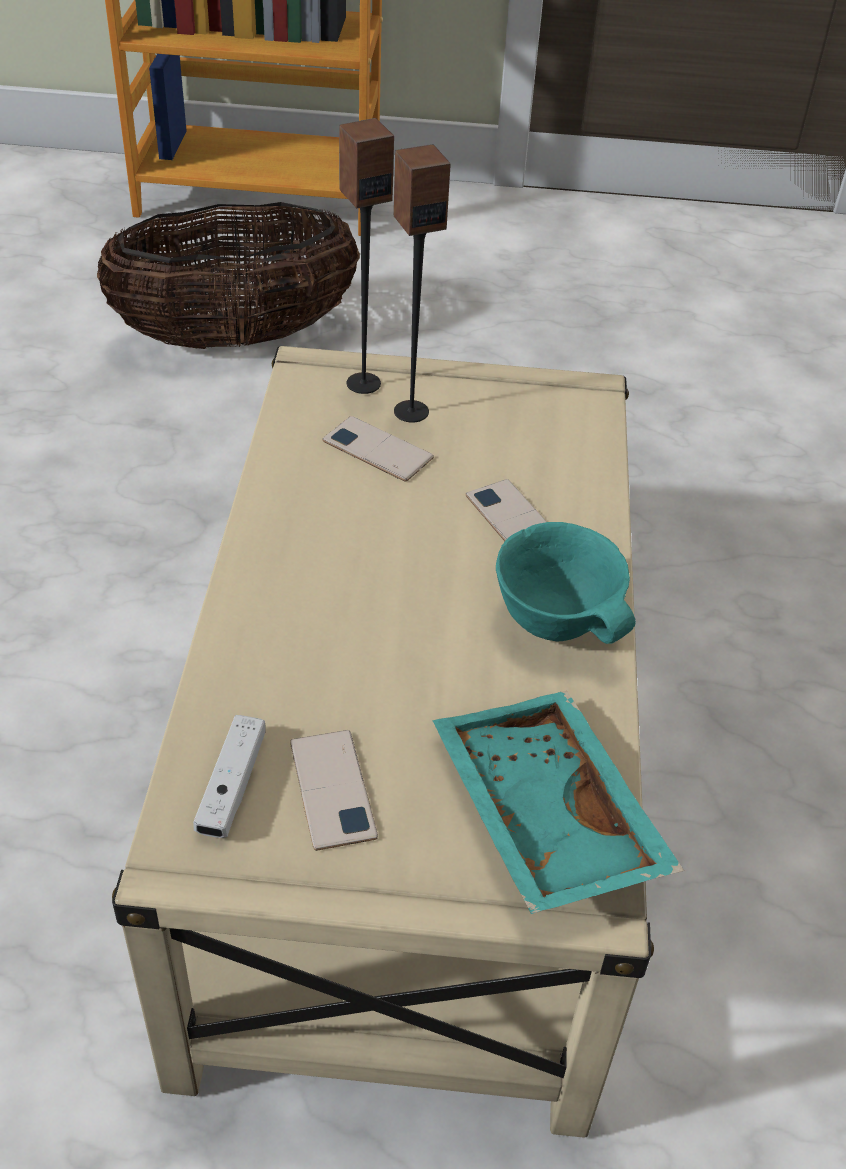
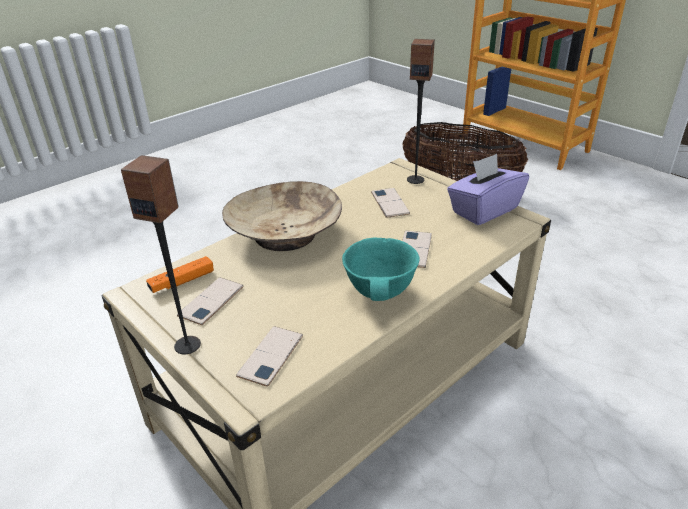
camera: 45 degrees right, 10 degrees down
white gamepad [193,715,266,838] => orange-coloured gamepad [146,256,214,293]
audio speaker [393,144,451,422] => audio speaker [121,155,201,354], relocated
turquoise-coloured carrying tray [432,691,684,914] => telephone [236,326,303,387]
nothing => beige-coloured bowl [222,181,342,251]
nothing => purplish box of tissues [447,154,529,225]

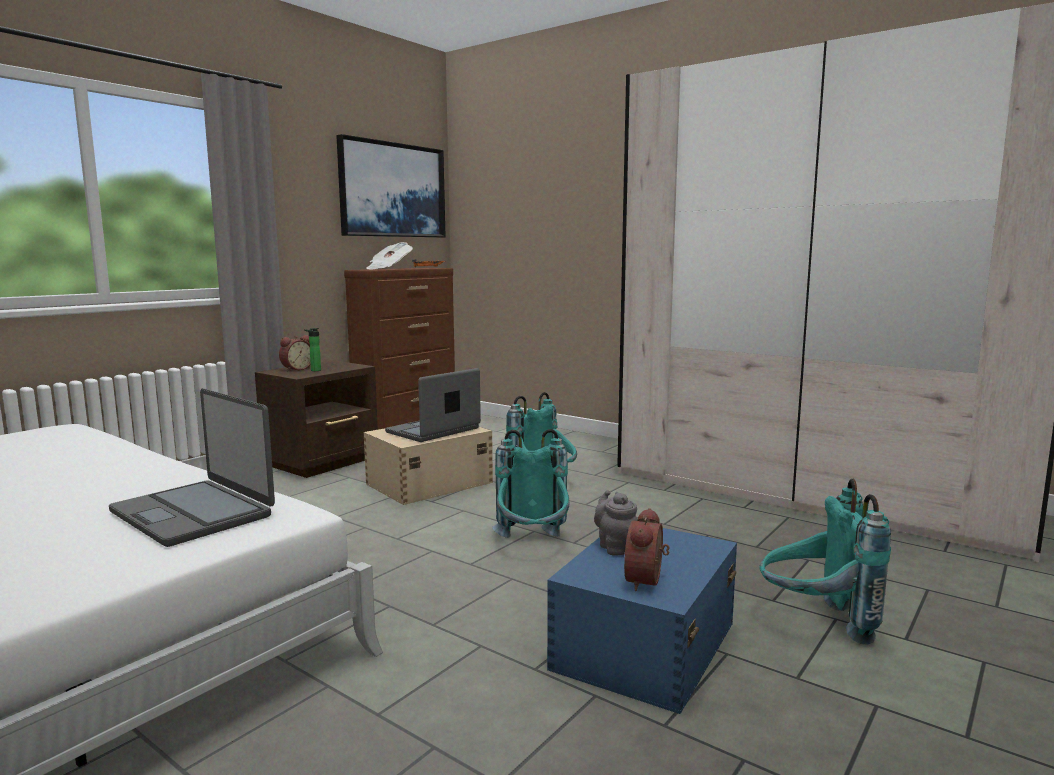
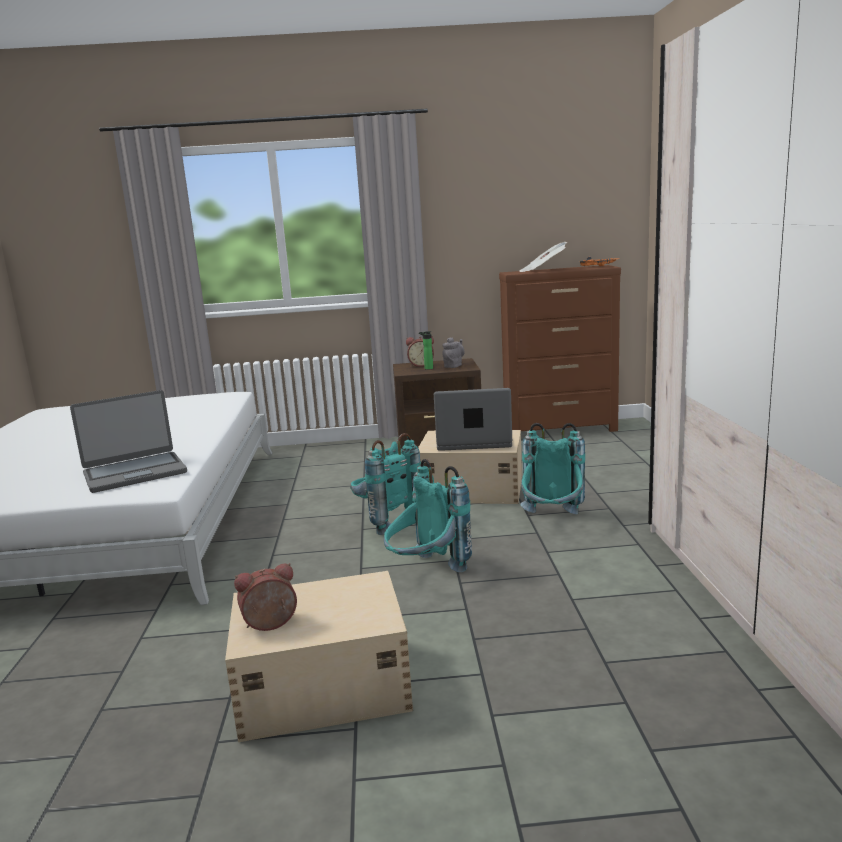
camera: 50 degrees right, 5 degrees up
portable computer [109,388,275,547] => portable computer [70,390,187,493], 120 degrees counterclockwise
wall picture [336,134,446,238] => nothing
bluish storage container [547,528,737,714] => beige-coloured storage container [225,571,413,742]
greyish tea pot [594,490,638,556] => greyish tea pot [442,337,464,368], relocated
turquoise-coloured knapsack [759,479,891,645] => turquoise-coloured knapsack [350,433,421,535], relocated

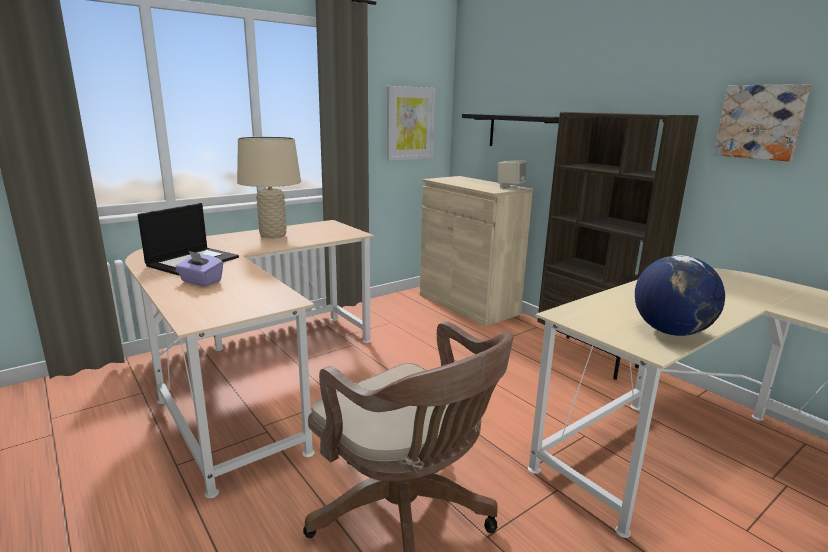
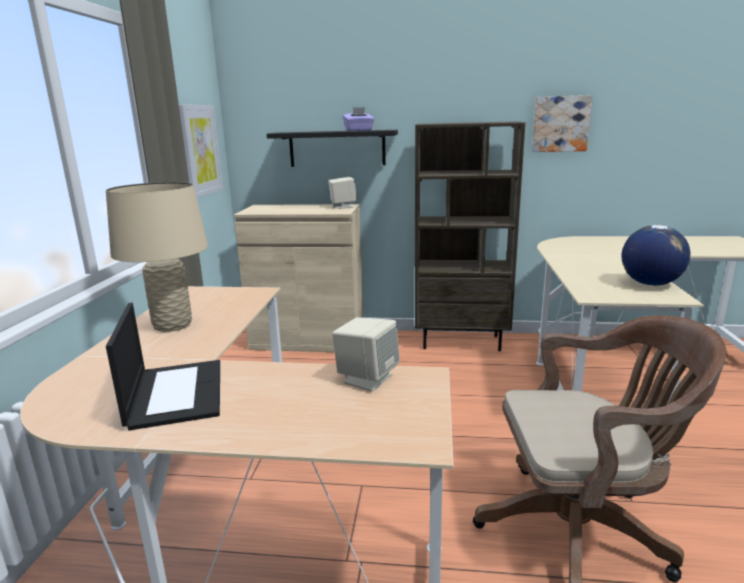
camera: 45 degrees left, 0 degrees up
purplish box of tissues [175,251,223,286] => purplish box of tissues [343,107,374,131], relocated
nothing => beige-coloured audio speaker [332,317,400,391]

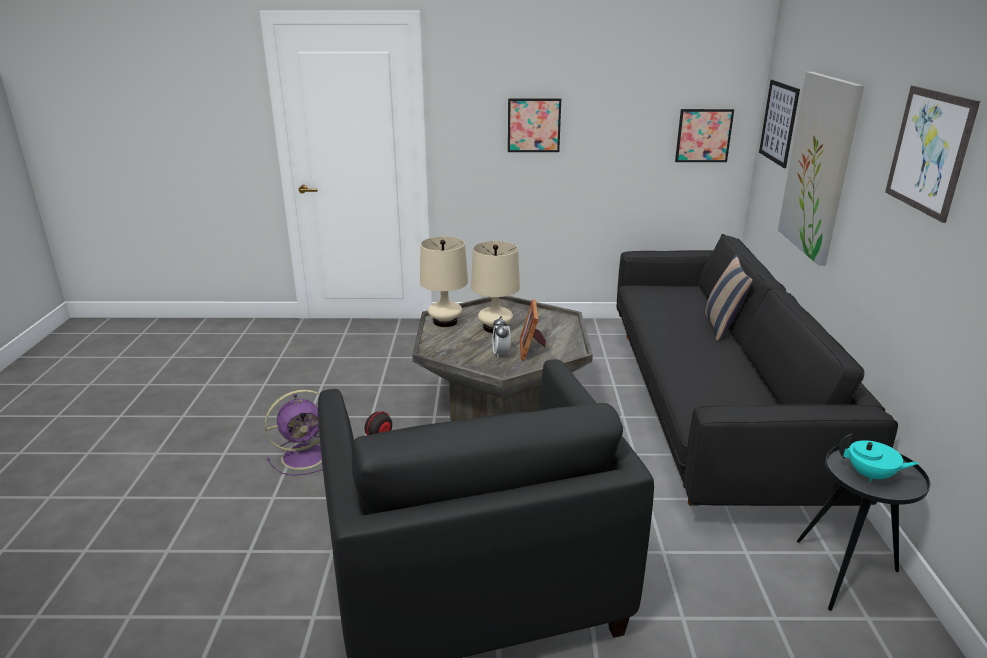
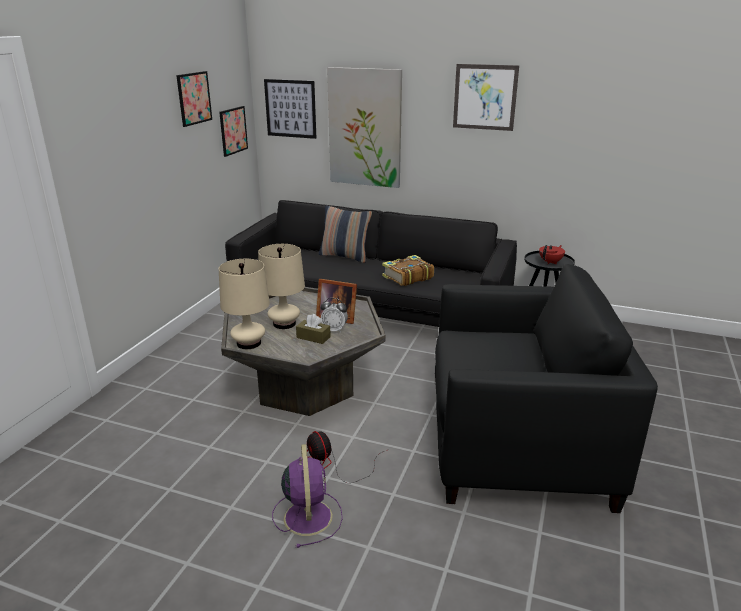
camera: 70 degrees left, 0 degrees up
wall picture [508,98,561,152] => wall picture [176,71,212,127], relocated
turquoise-coloured tea pot [839,434,919,483] => reddish tea pot [539,245,565,264]
nothing => brown box of tissues [296,314,331,344]
nothing => volume [382,255,434,286]

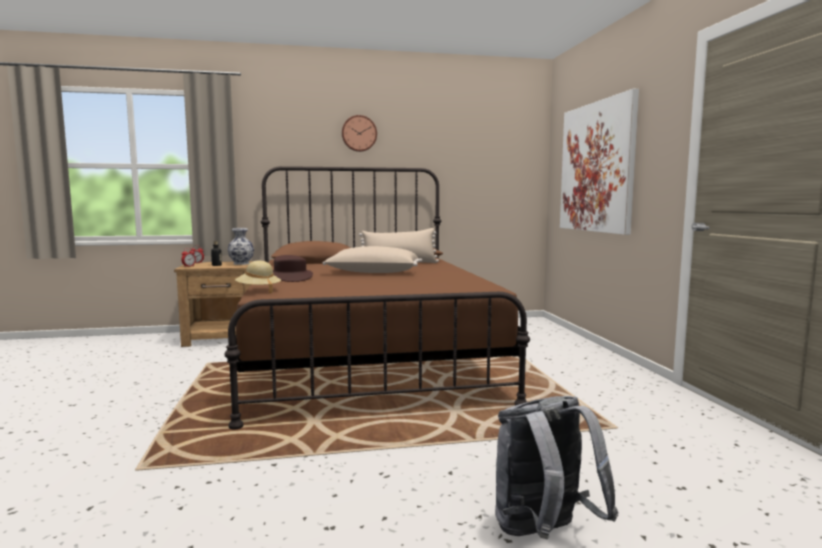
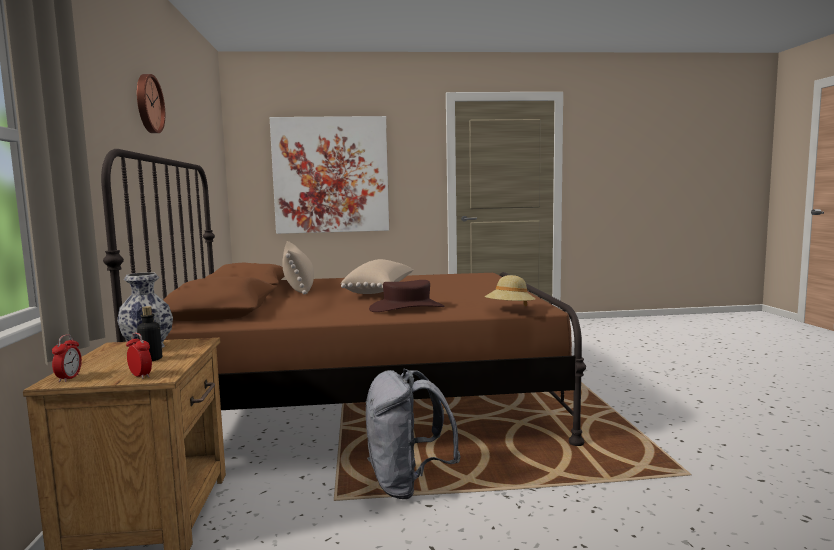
camera: 85 degrees left, 0 degrees up
greyish knapsack [495,396,619,539] => greyish knapsack [366,368,461,499], relocated

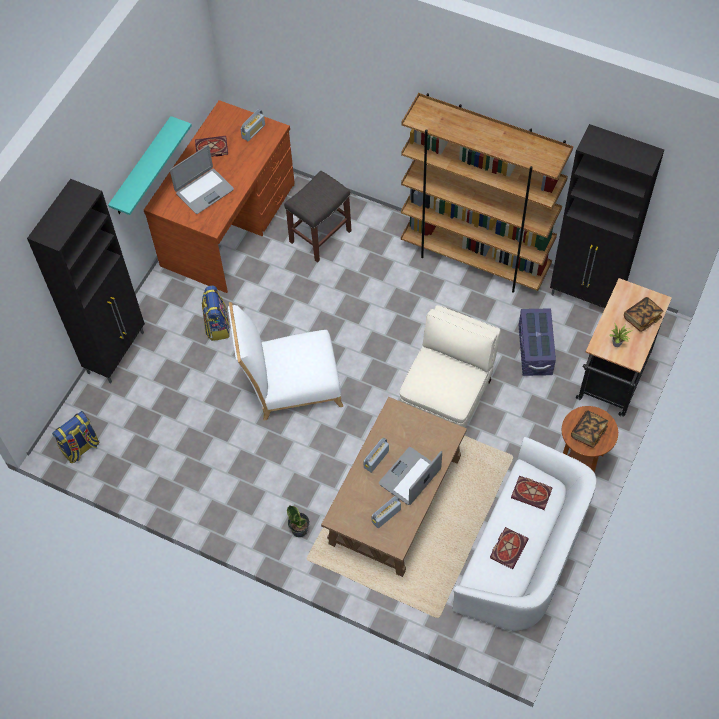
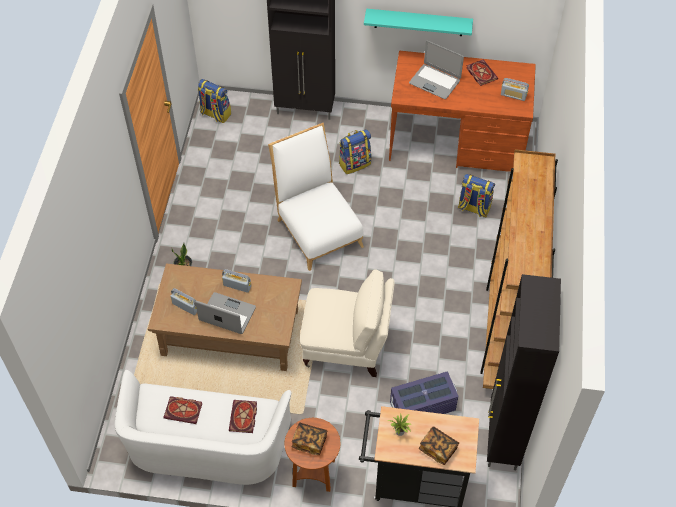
camera: 70 degrees right, 5 degrees down
greyish stool seat [284,171,352,263] => knapsack [458,174,495,217]

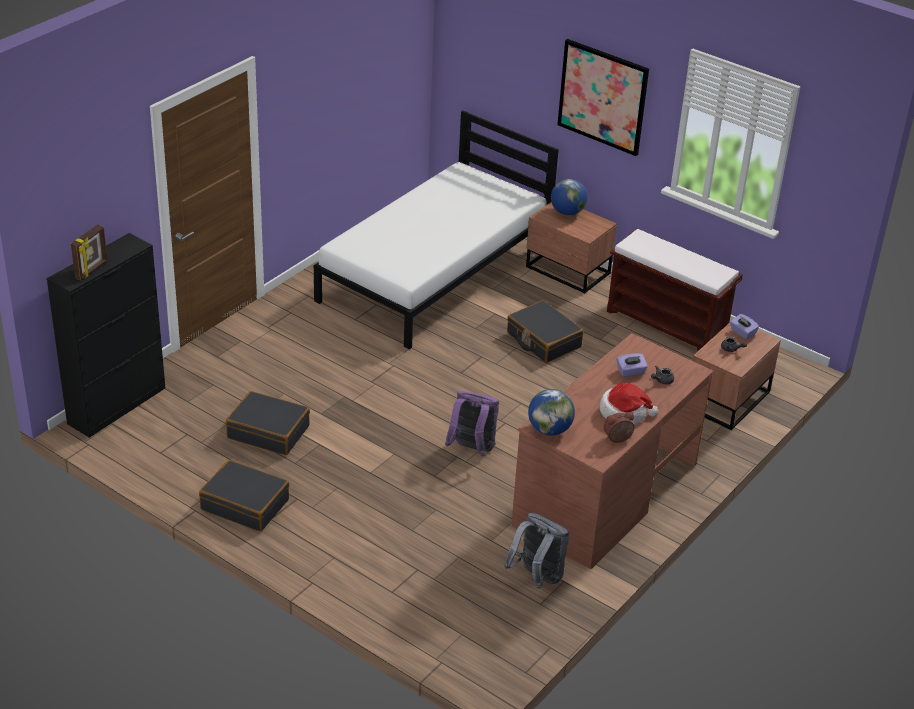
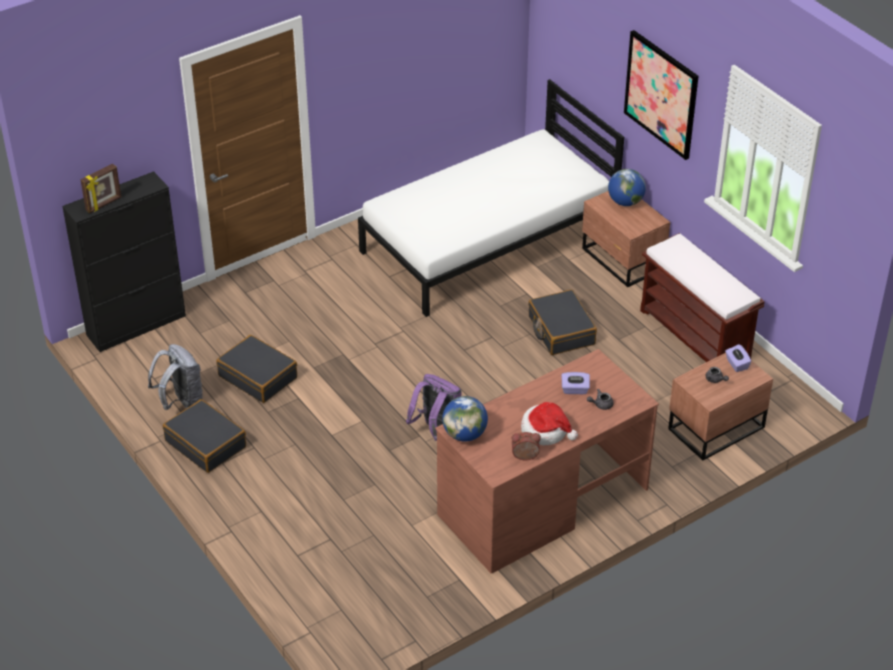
camera: 20 degrees right, 5 degrees up
greyish knapsack [504,513,570,589] => greyish knapsack [148,344,203,410], relocated

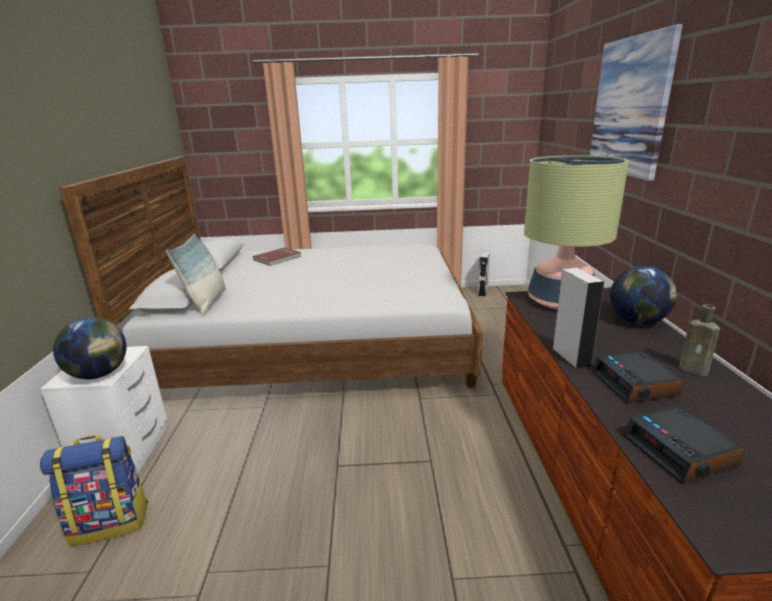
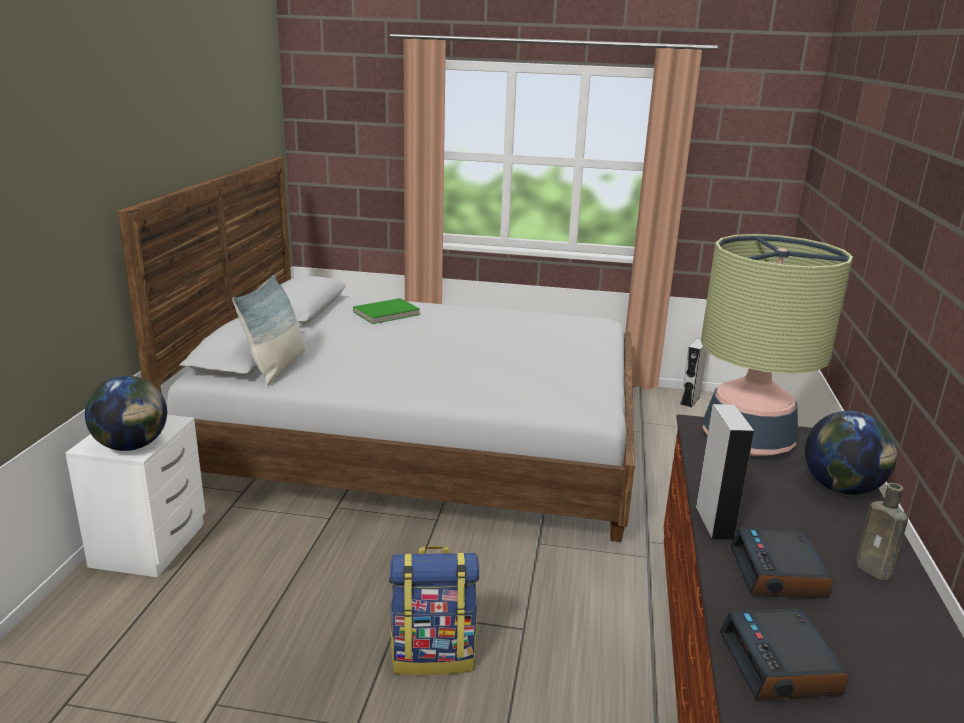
camera: 10 degrees right, 0 degrees up
knapsack [40,435,148,546] => knapsack [389,546,479,675], relocated
reddish volume [253,247,301,266] => green-coloured volume [353,298,420,324]
wall picture [590,24,683,181] => nothing

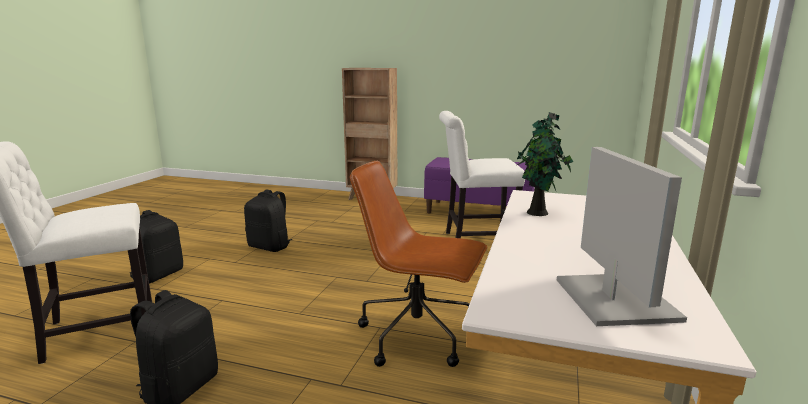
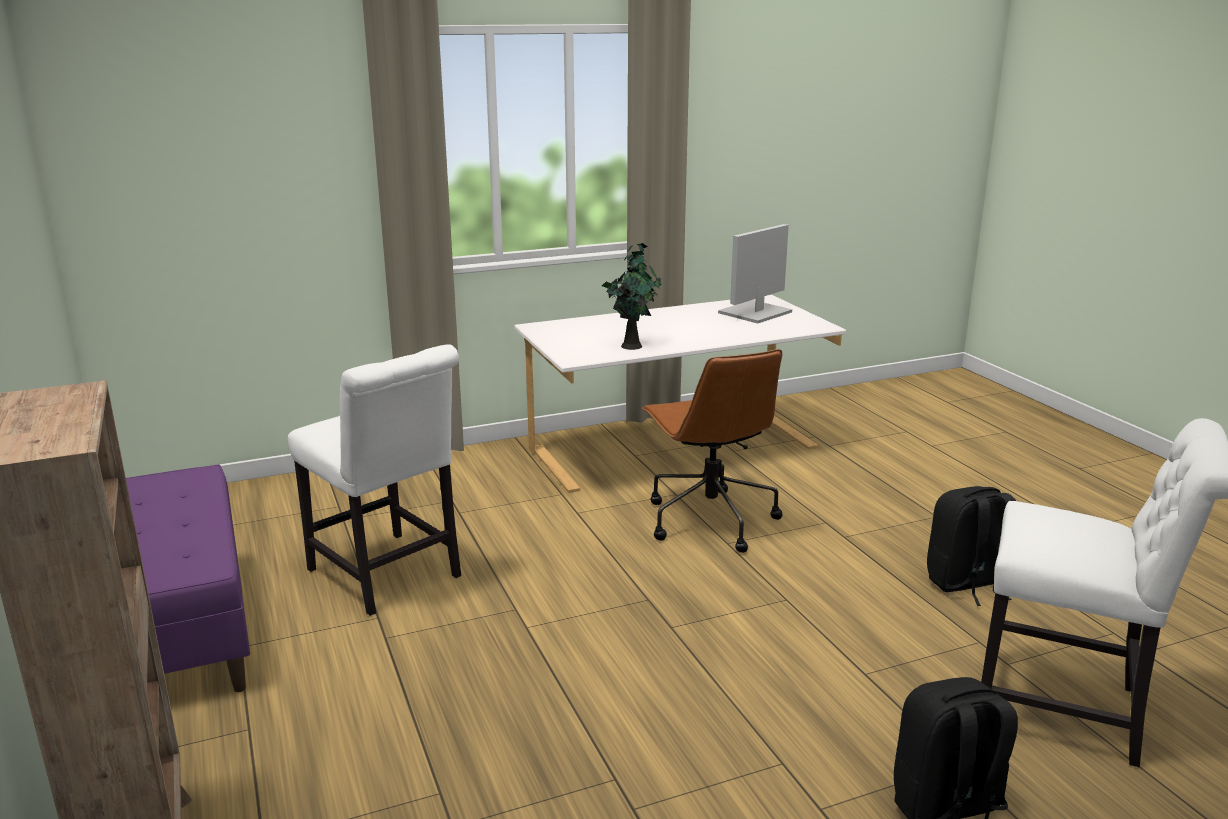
camera: 130 degrees left, 5 degrees up
black-coloured knapsack [244,190,293,252] => nothing

